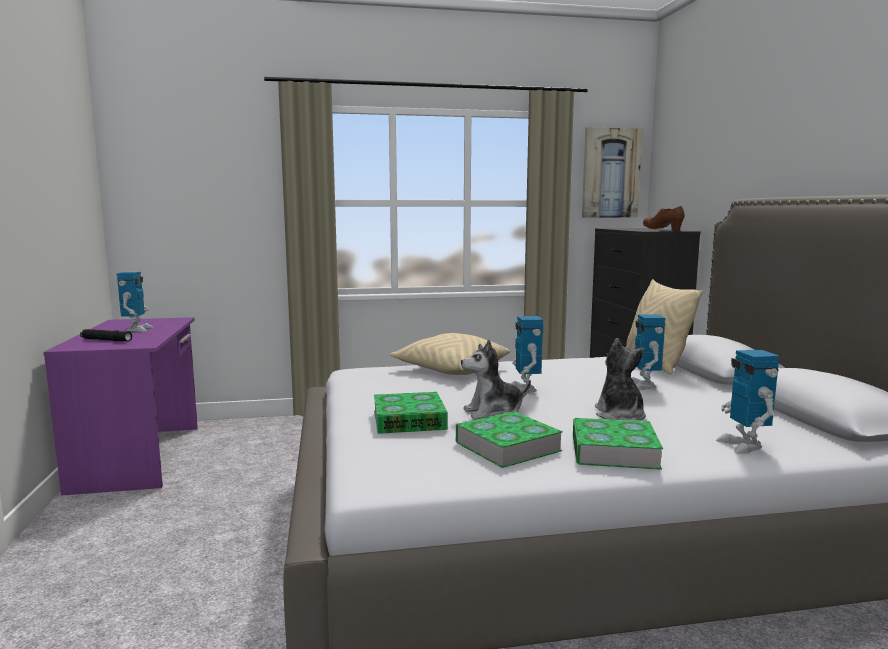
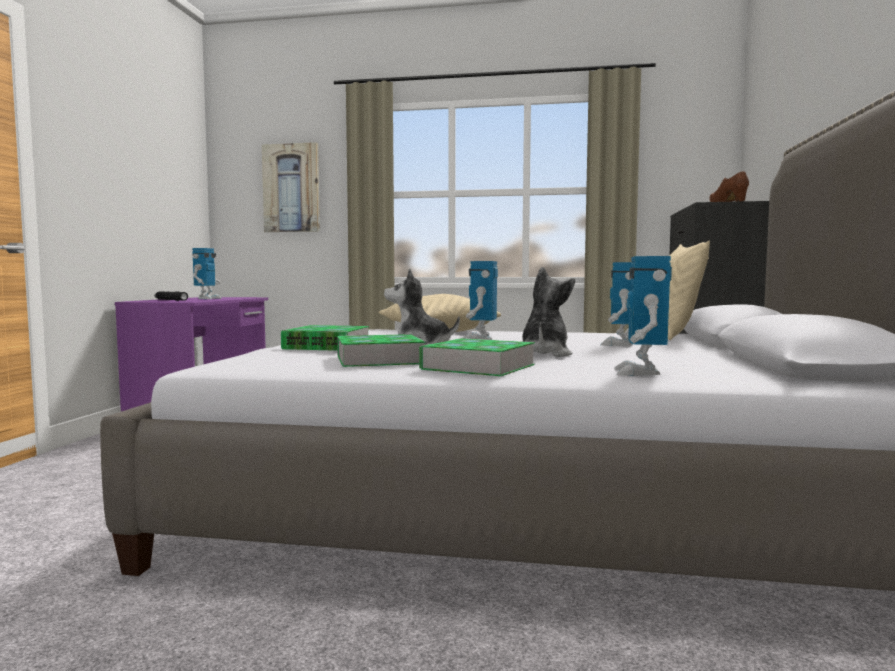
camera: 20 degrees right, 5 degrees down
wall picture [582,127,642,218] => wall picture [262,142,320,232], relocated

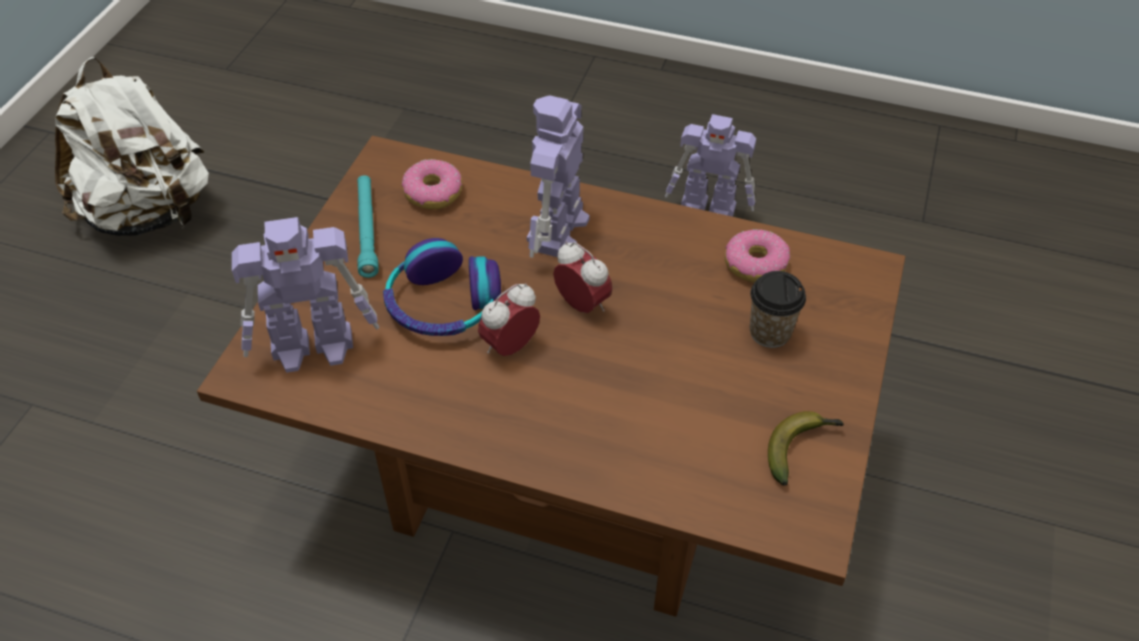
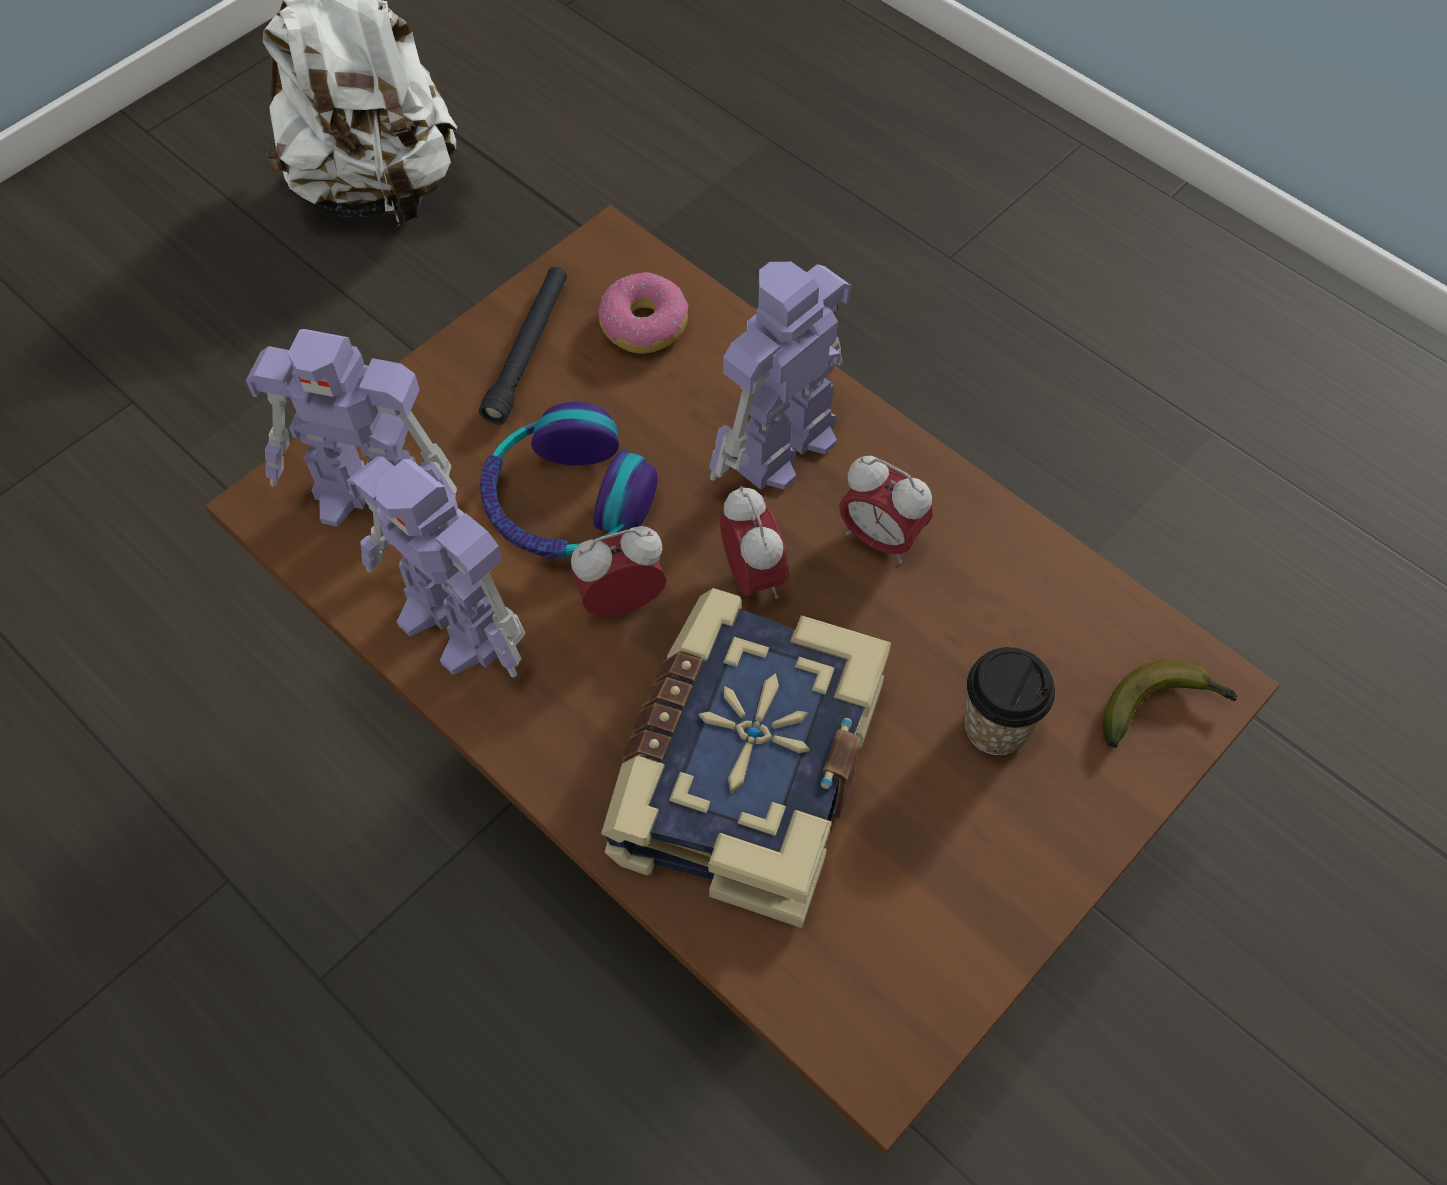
camera: 25 degrees right, 10 degrees up
turquoise-coloured hand torch [357,175,379,278] => black-coloured hand torch [479,267,567,424]
toy robot [665,114,756,217] => toy robot [347,456,525,677], relocated
donut [725,229,790,283] => nothing
banana [768,411,844,486] => banana [1103,659,1237,748], relocated
nothing => volume [601,588,891,928]
nothing => bedside clock [839,456,933,564]

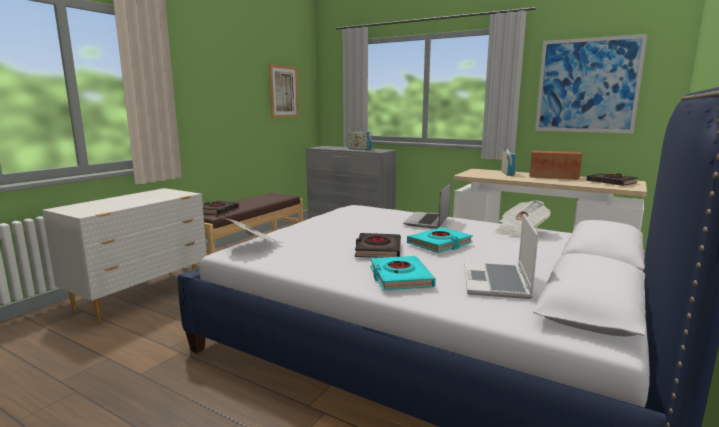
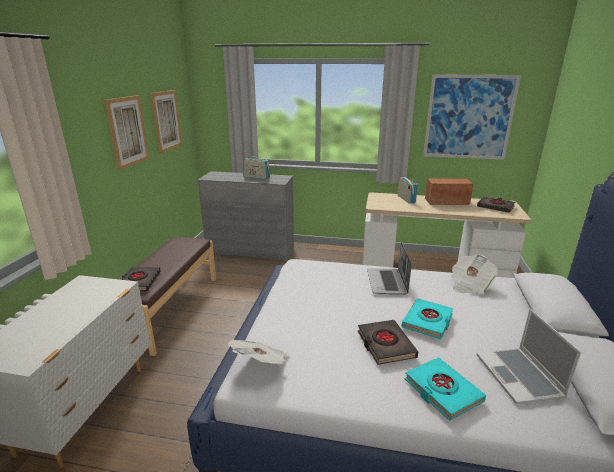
camera: 20 degrees left, 10 degrees up
nothing => wall picture [104,95,150,170]

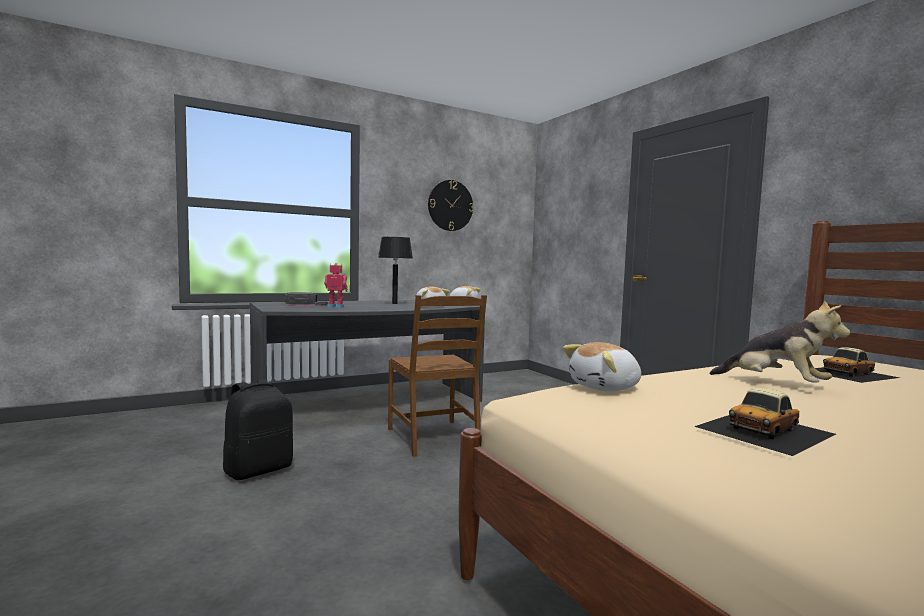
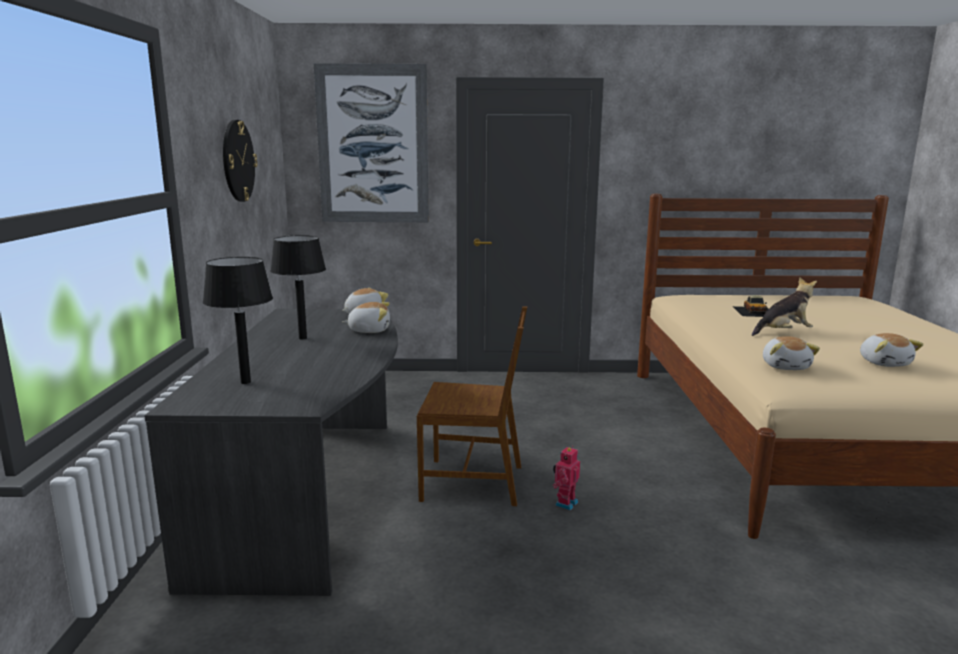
camera: 60 degrees left, 10 degrees up
black-coloured knapsack [223,379,293,480] => nothing
black-coloured baseball cap [286,292,328,306] => black-coloured tabletop lamp [203,257,273,384]
toy robot [324,263,348,308] => toy robot [553,446,580,510], relocated
model car [694,388,836,456] => cuddly toy [860,333,924,367]
nothing => wall picture [313,63,429,222]

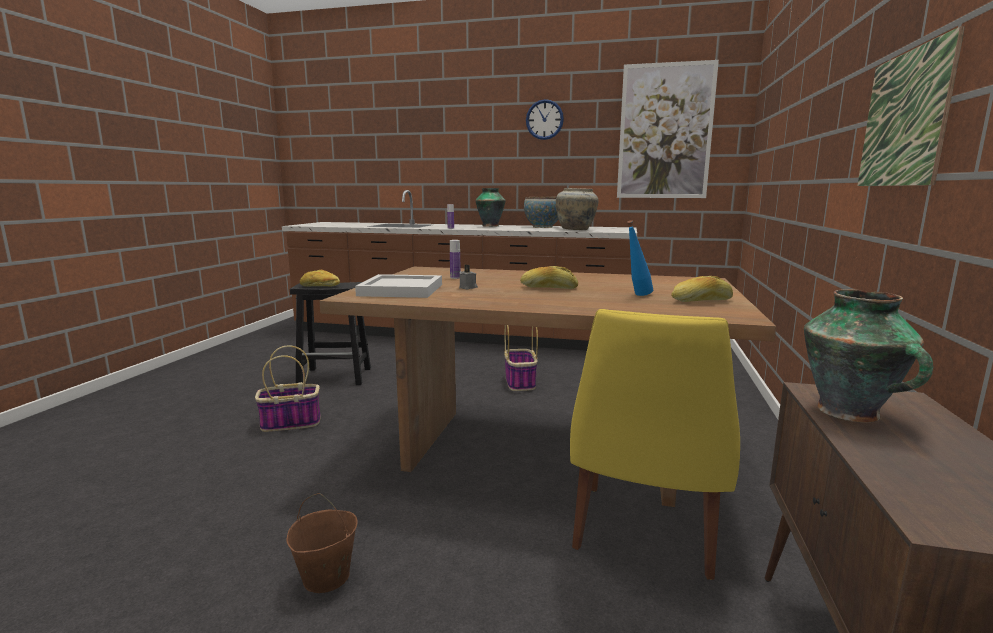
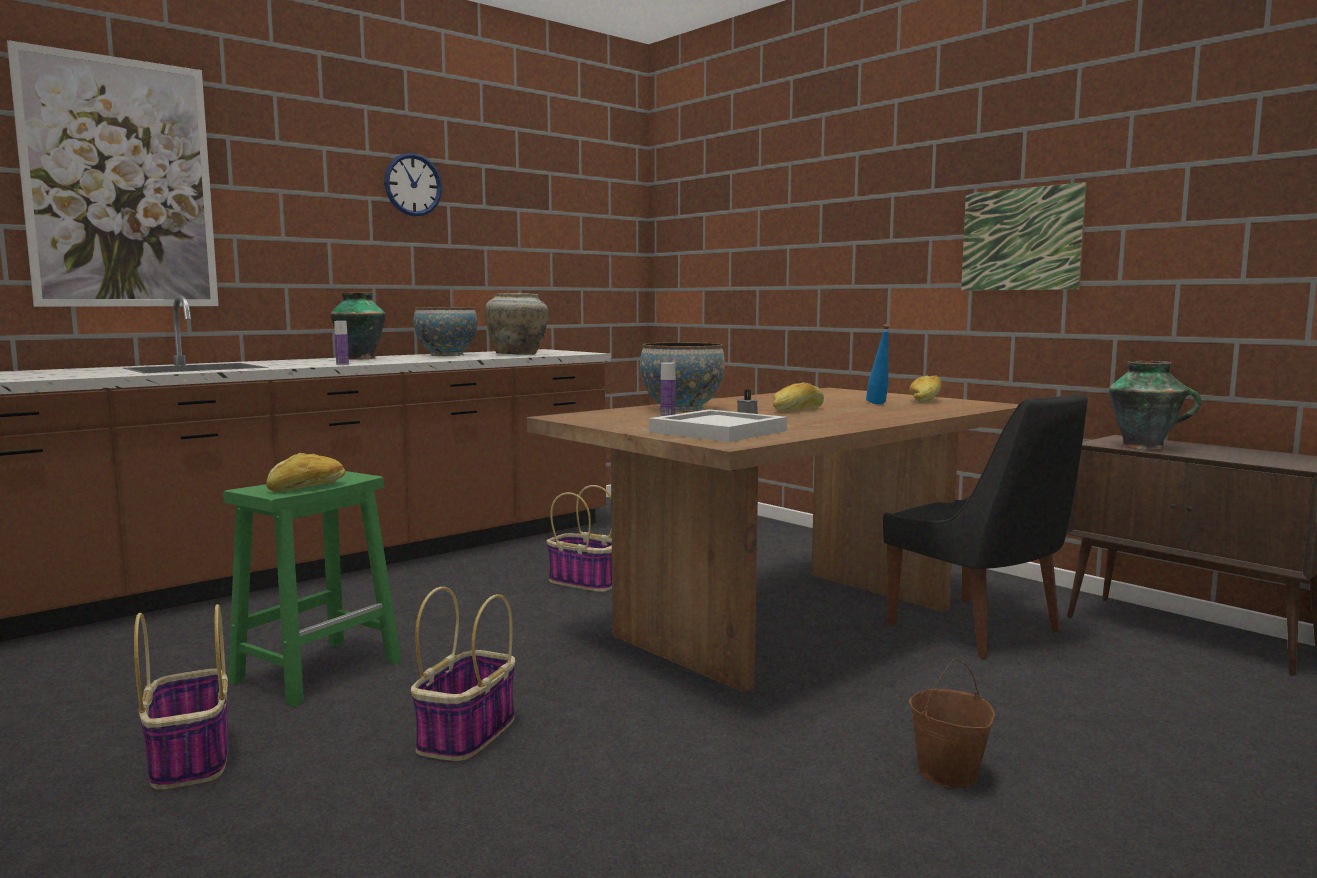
camera: 55 degrees left, 5 degrees down
black-coloured stool seat [290,282,371,385] => green-coloured stool seat [224,471,402,707]
yellow upright chair [570,309,740,580] => black-coloured upright chair [883,393,1088,659]
wall picture [617,60,719,198] => wall picture [7,40,219,307], relocated
nothing => household basket [134,604,228,790]
nothing => bowl [640,342,725,412]

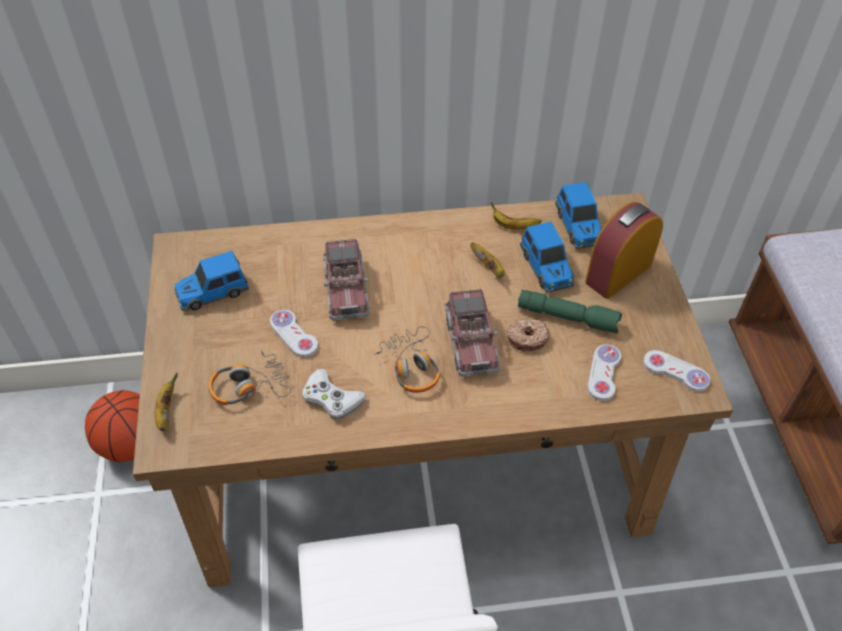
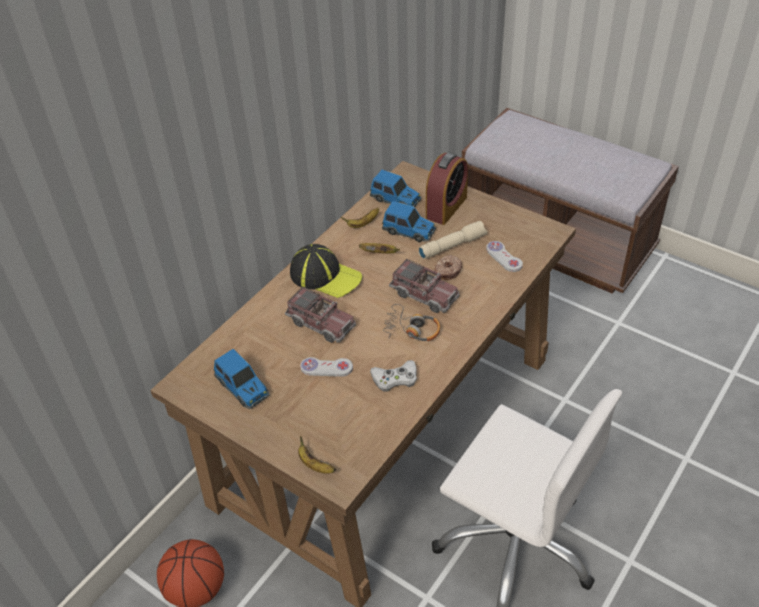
camera: 45 degrees left, 5 degrees down
model car [174,251,249,310] => model car [213,349,270,409], 60 degrees counterclockwise
headphones [209,349,291,405] => nothing
green-coloured hand torch [517,290,622,334] => beige-coloured hand torch [419,221,487,259]
bedside clock [585,202,663,299] => bedside clock [426,152,468,225], 150 degrees counterclockwise
white gamepad [643,350,710,392] => nothing
nothing => baseball cap [290,244,362,298]

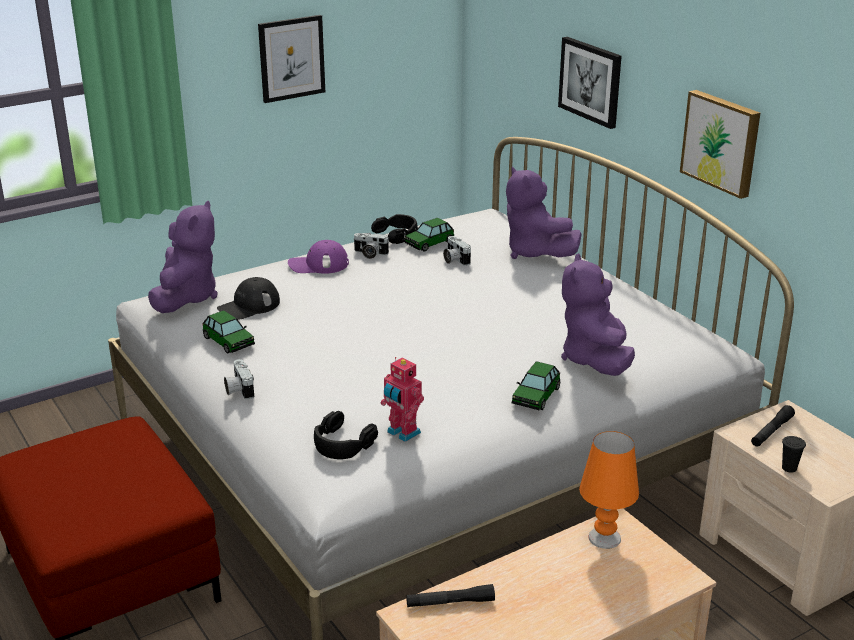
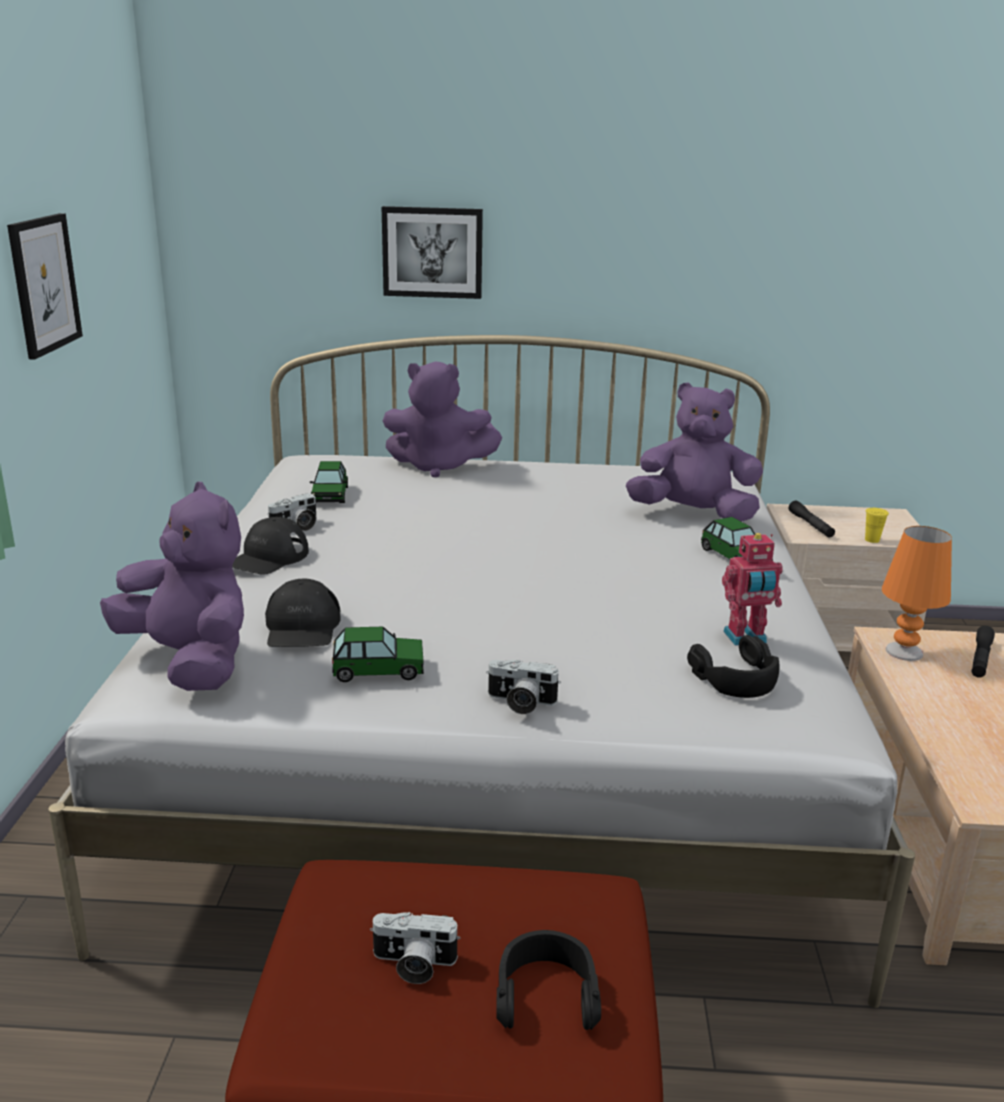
camera: 55 degrees left, 5 degrees down
purplish baseball cap [288,240,349,274] => black-coloured baseball cap [232,517,309,575]
black-coloured headphones [371,214,418,244] => black-coloured headphones [496,930,601,1030], relocated
black-coloured hand torch [406,584,495,607] => black-coloured hand torch [972,626,995,678], relocated
photo camera [443,236,471,266] => photo camera [370,912,461,984], relocated
purplish cuddly toy [561,253,635,376] => purplish cuddly toy [626,382,763,522], 150 degrees clockwise
wall picture [680,90,760,199] => nothing
black-coloured small cup [782,436,806,473] => yellow small cup [865,508,889,543]

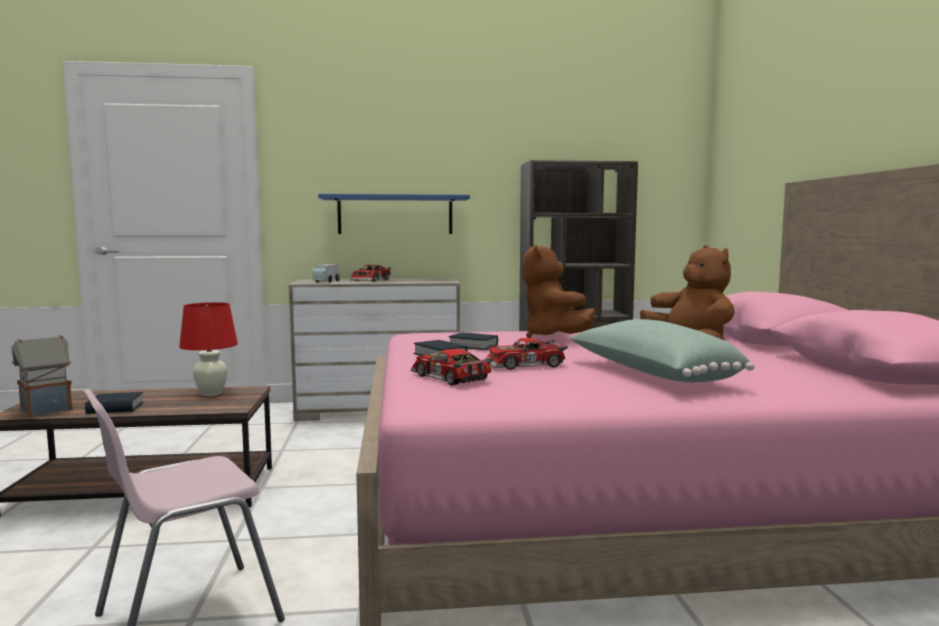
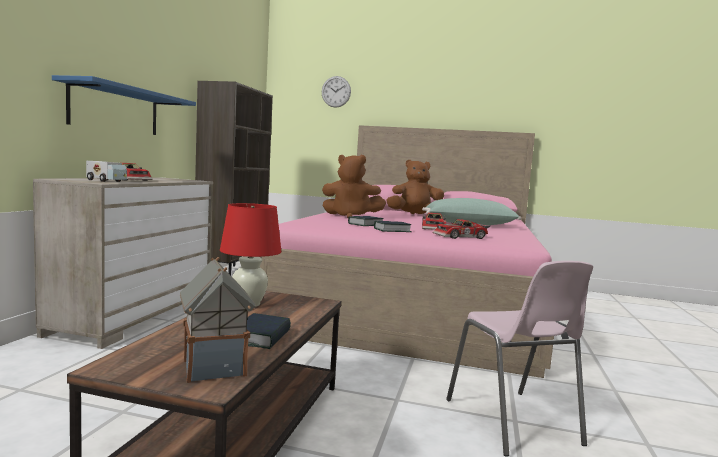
camera: 70 degrees left, 0 degrees up
nothing => hanging clock [322,76,351,108]

